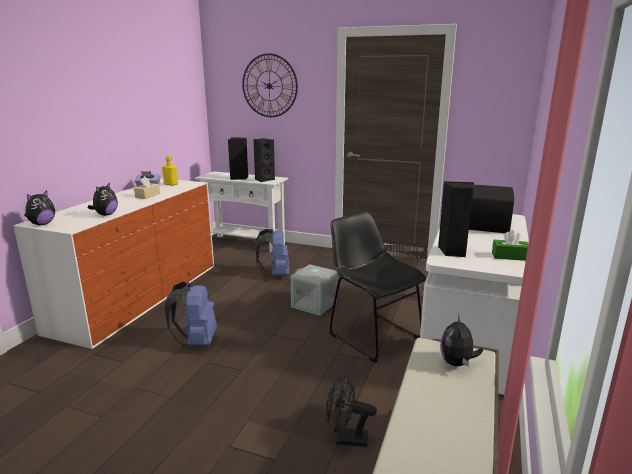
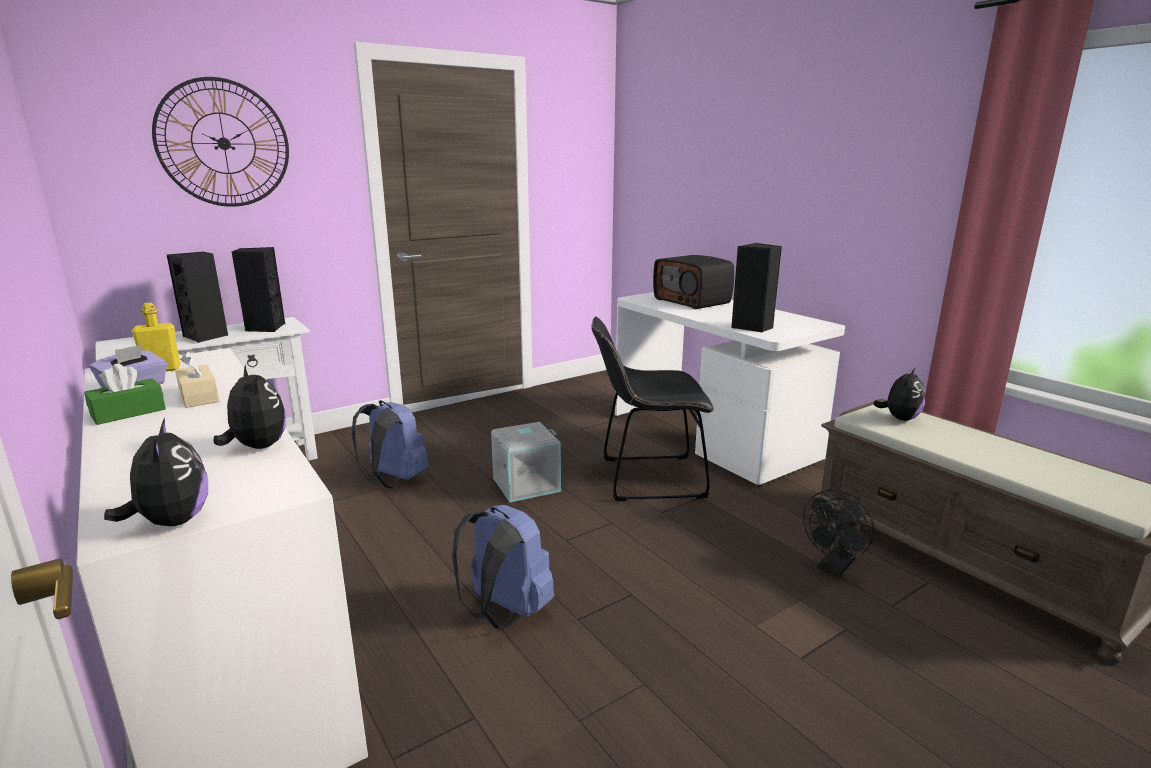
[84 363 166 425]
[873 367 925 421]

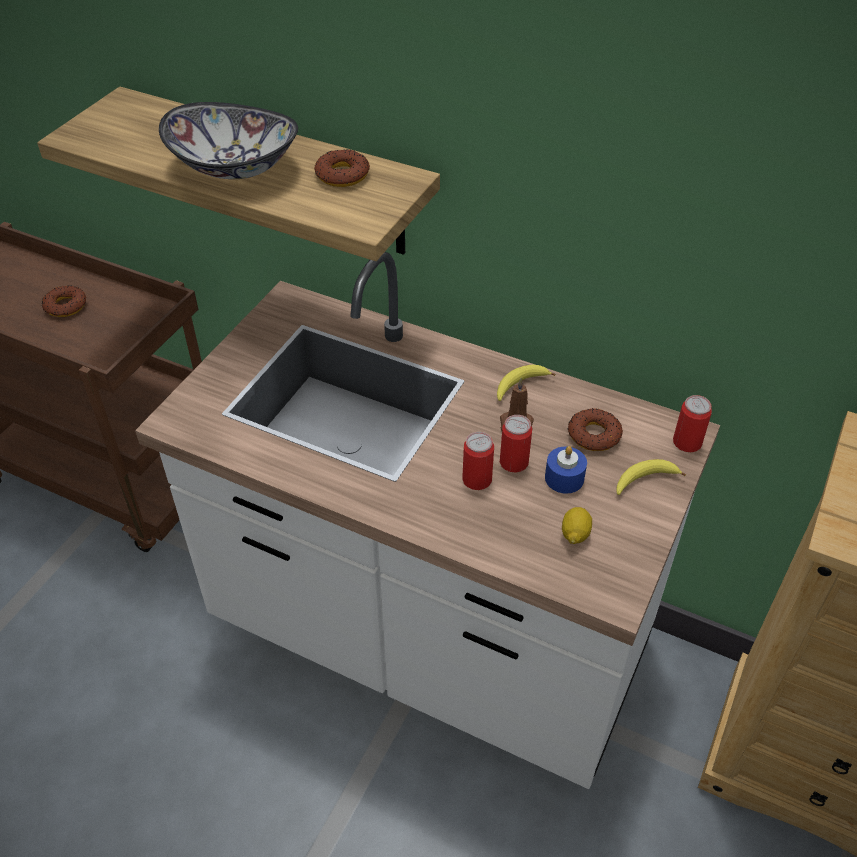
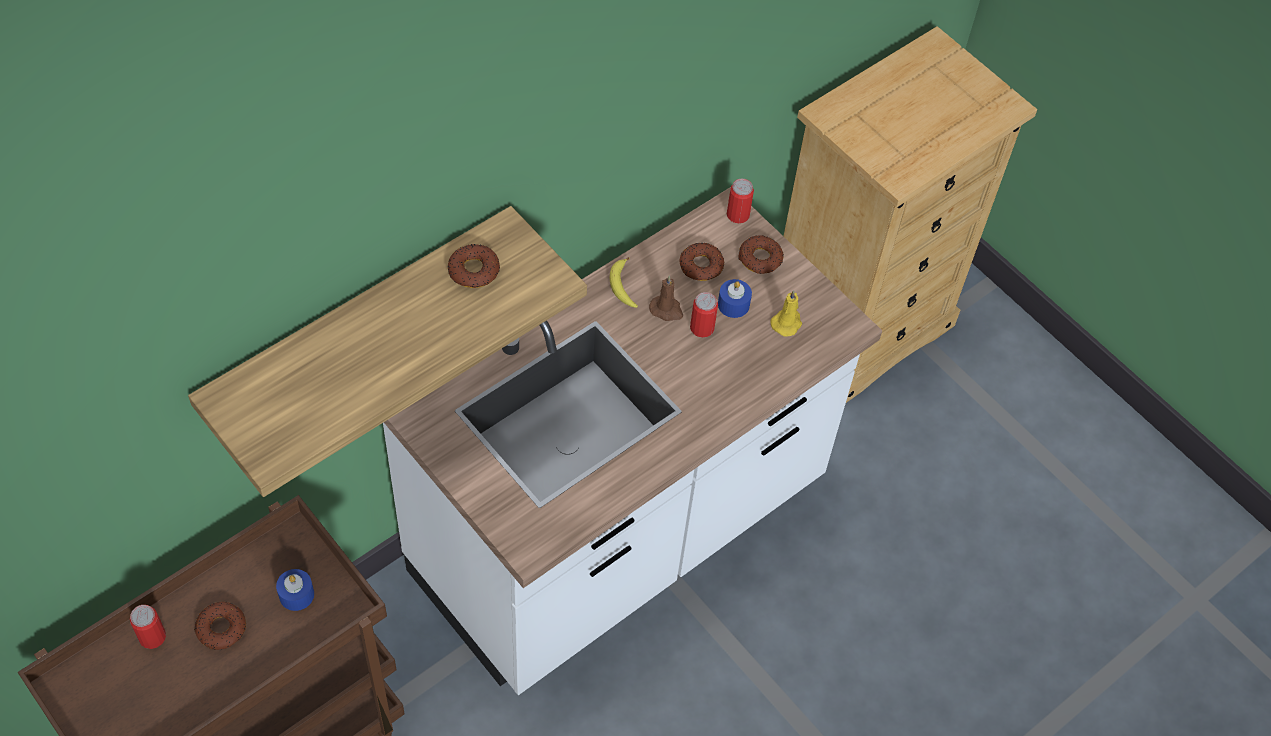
[130 605 166 649]
[276 569 314 611]
[738 235 784 274]
[770 290 802 337]
[159 102 298 179] (first image)

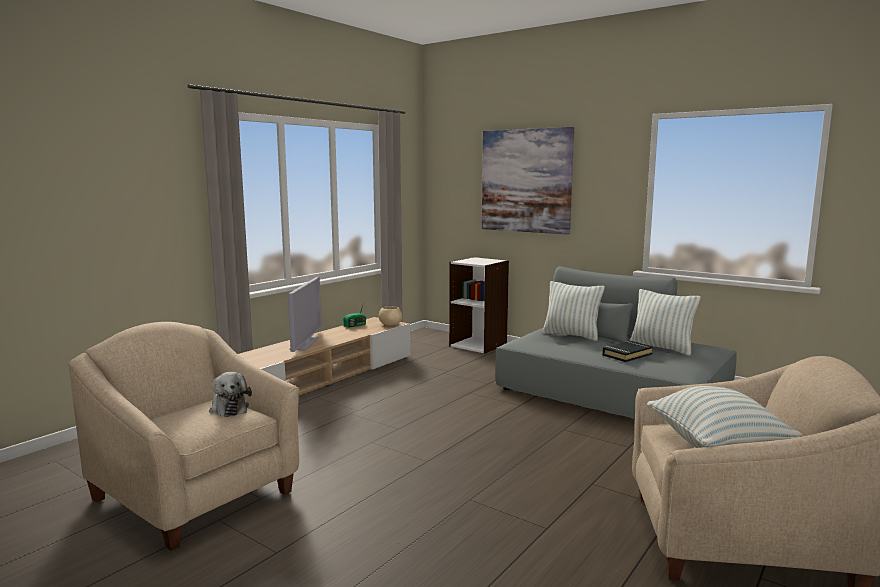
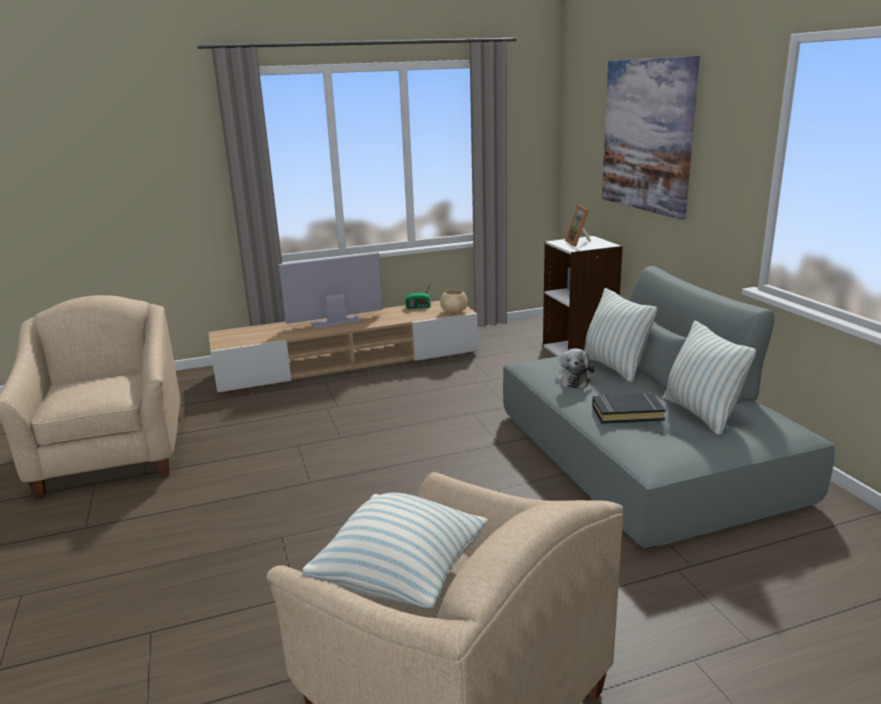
[279 252 383 329]
[555 348 594 388]
[565 205 591 247]

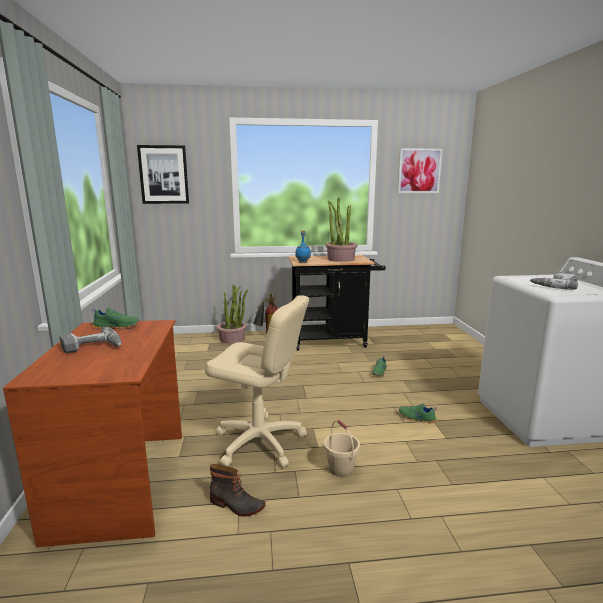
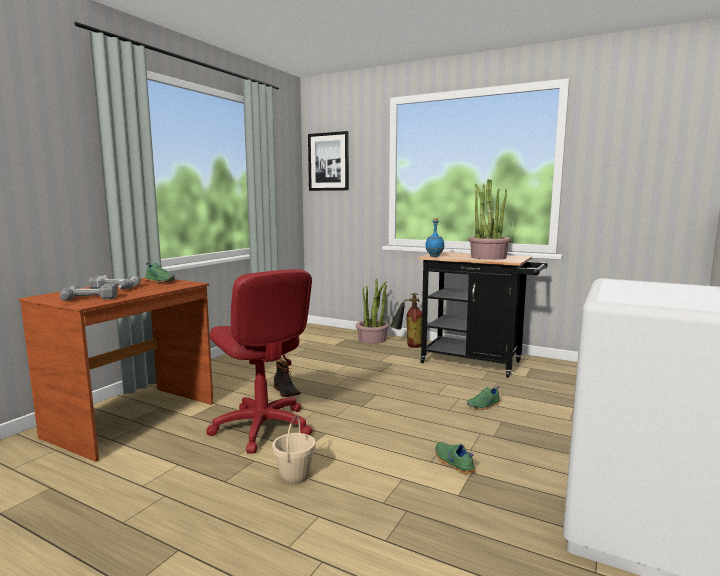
[60 283 117 301]
[206 269 313 454]
[274 359 301 397]
[398 148 442 193] (first image)

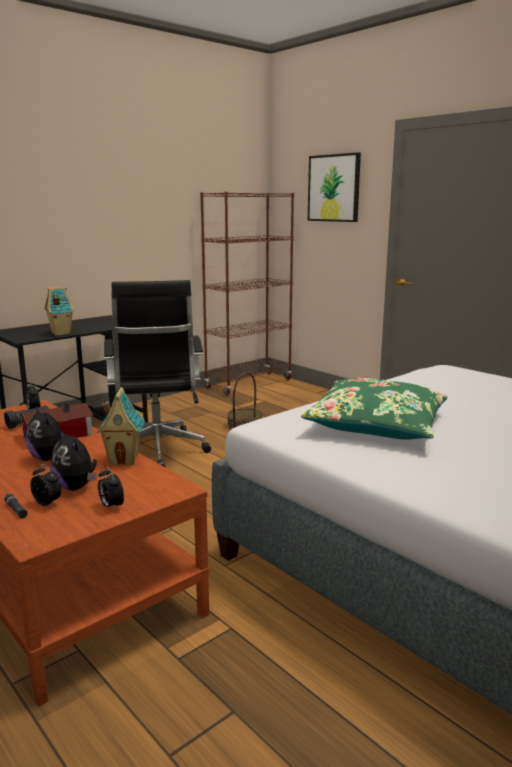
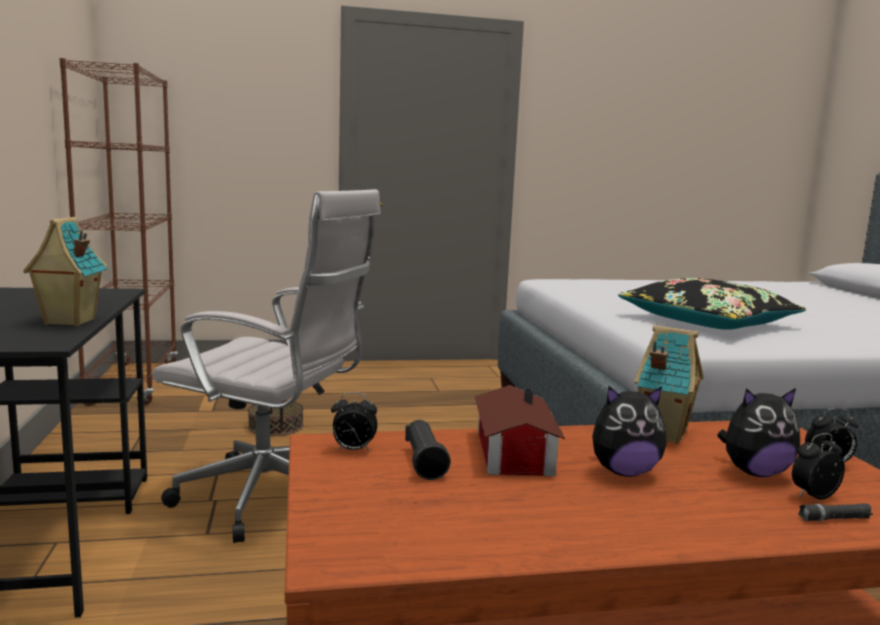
[152 189 381 543]
[618 278 806 330]
[308 152 361 222] (first image)

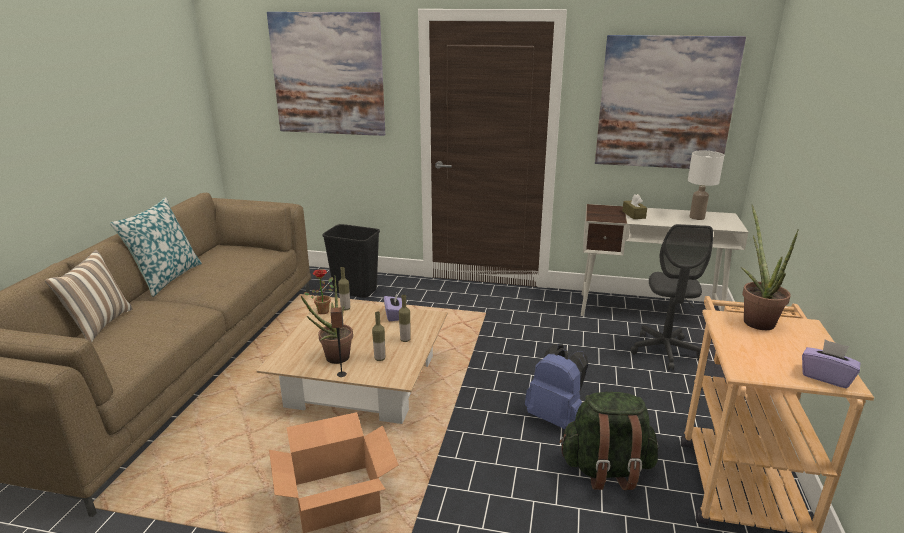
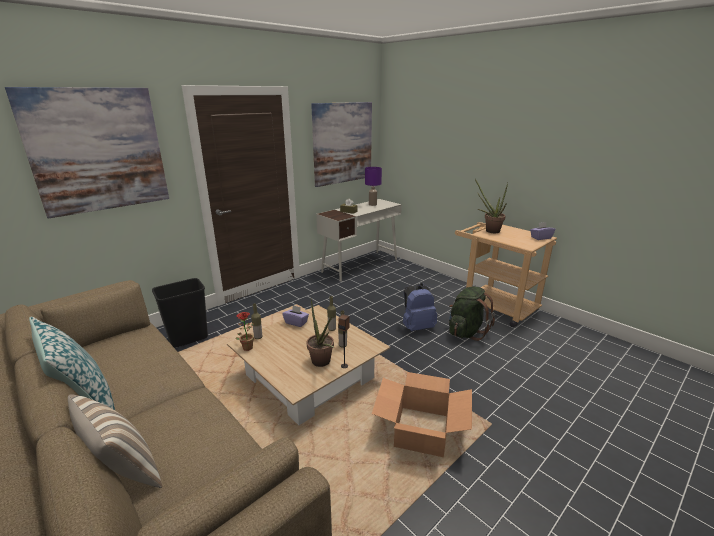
[365 167 382 206]
[630 224 713 370] (first image)

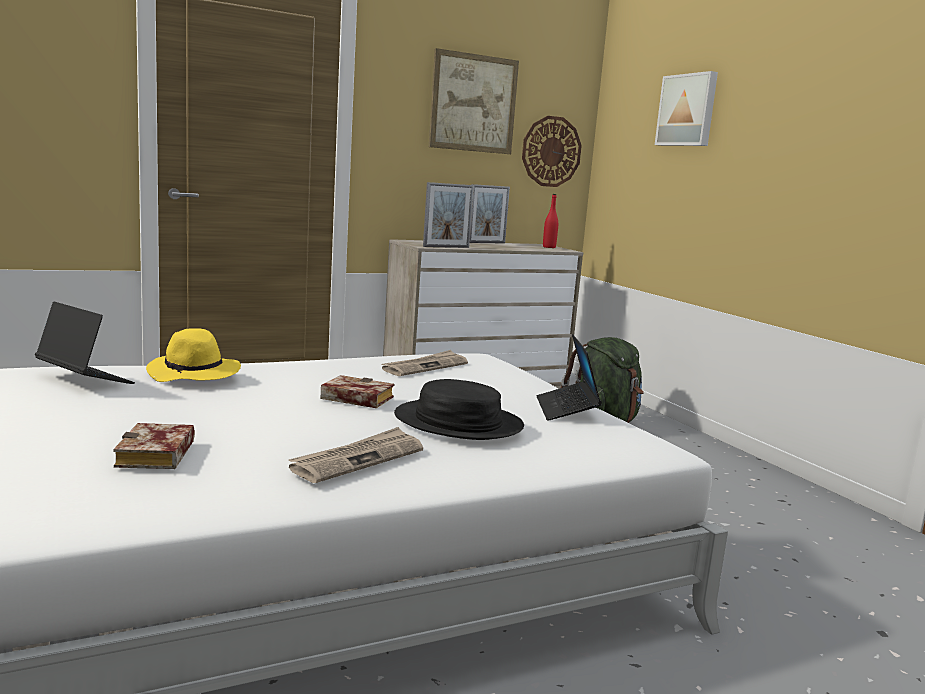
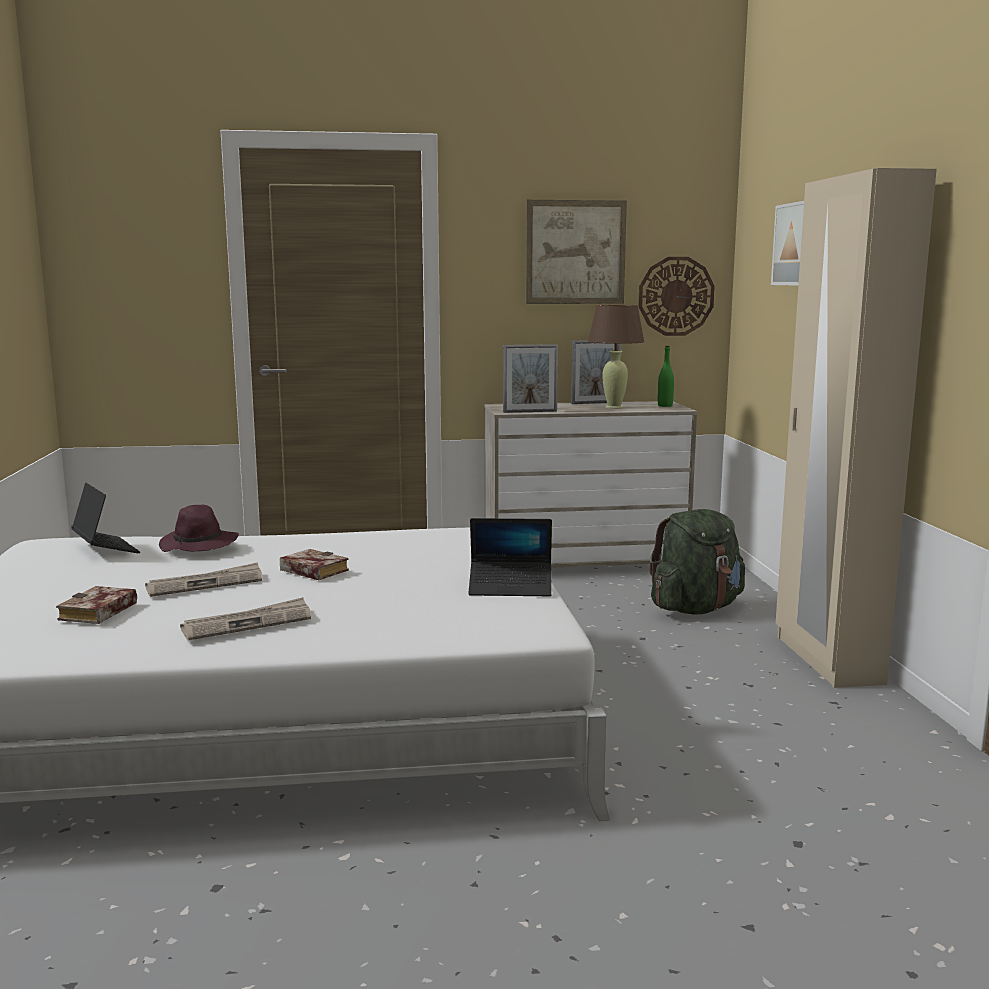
[145 562 262 597]
[159 505 239 552]
[468 518 552 596]
[588 305 644 409]
[658 346 674 407]
[776 168 937 688]
[394 379 524 440] (first image)

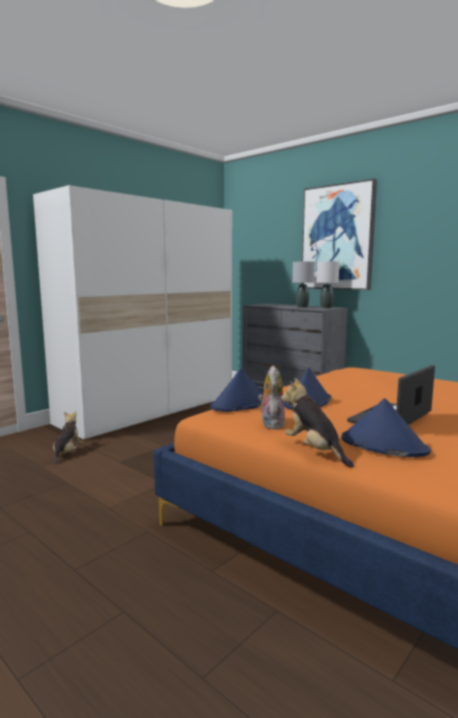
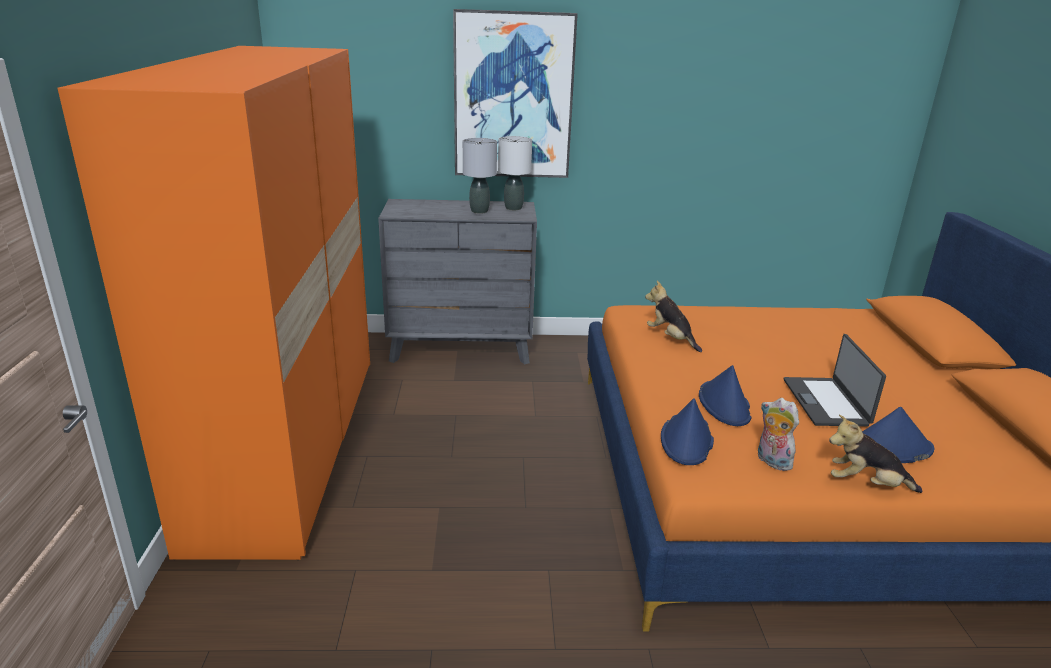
[58 46 370 560]
[645 281 702 352]

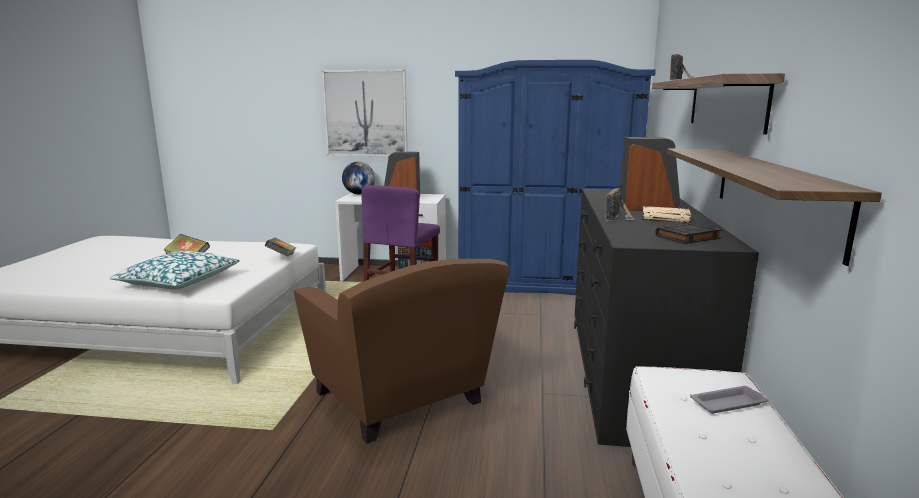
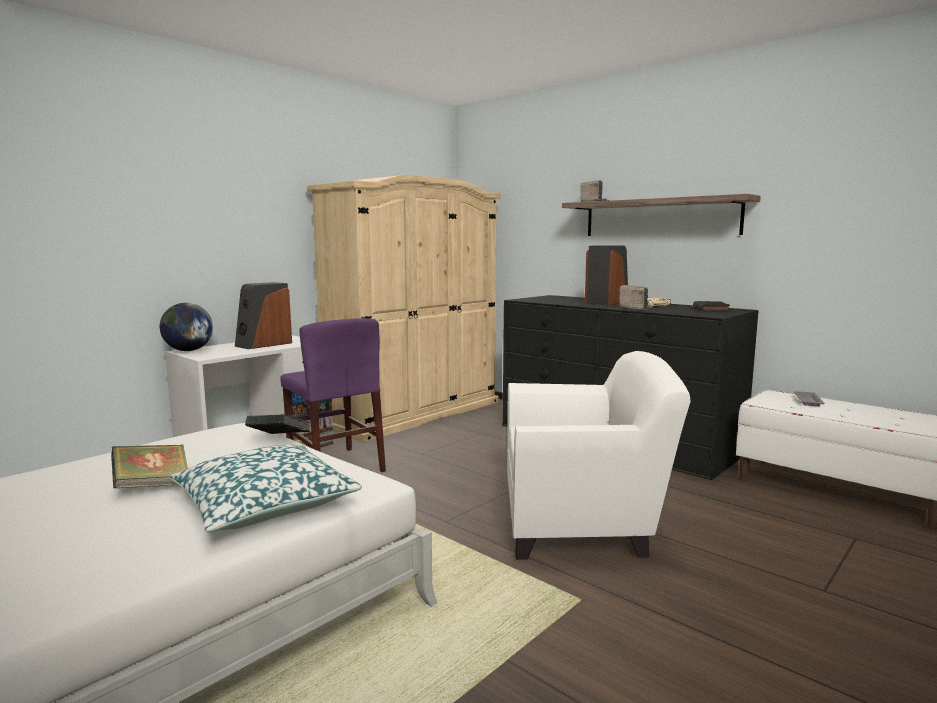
[307 175 501 443]
[507 351 691 560]
[322 70 408 156] (first image)
[667 148 882 266] (first image)

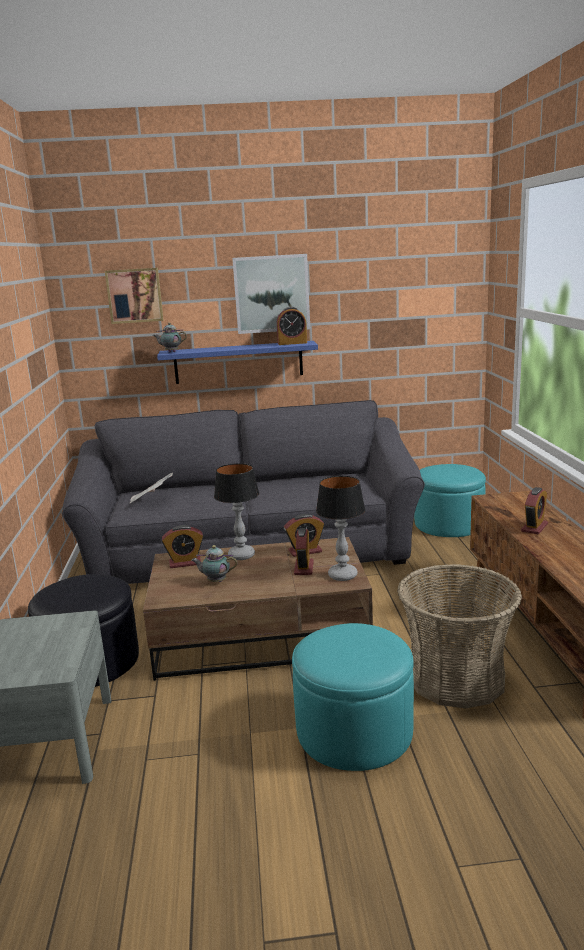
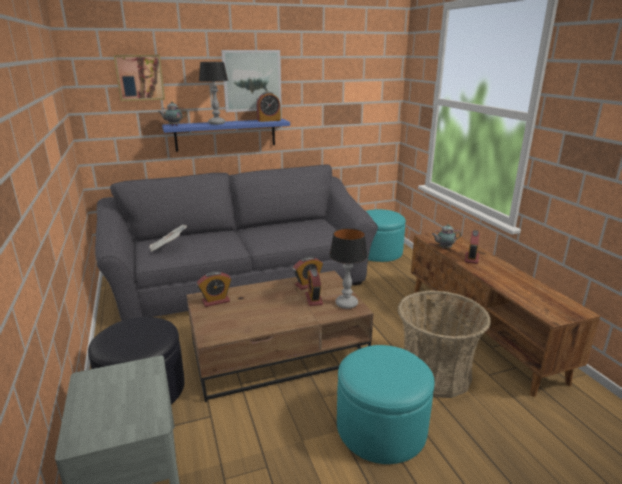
[199 62 228 125]
[431 224 461 249]

